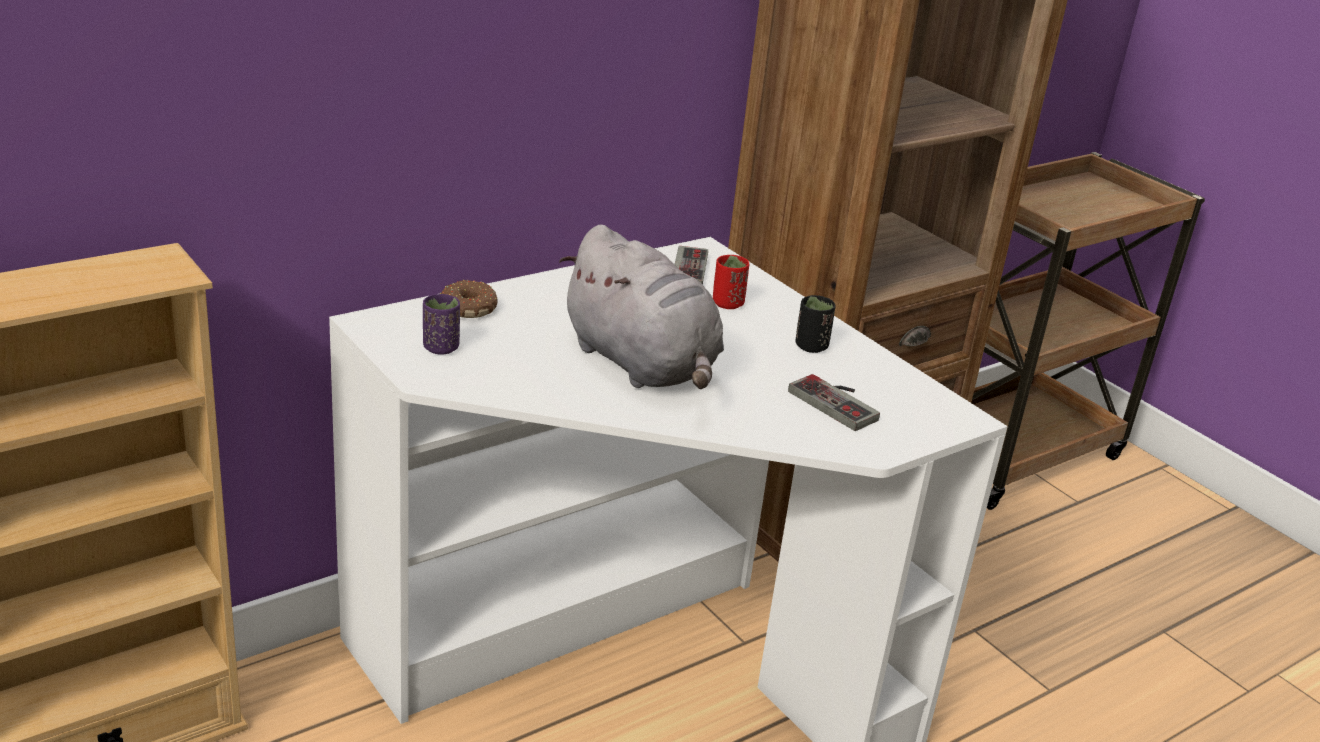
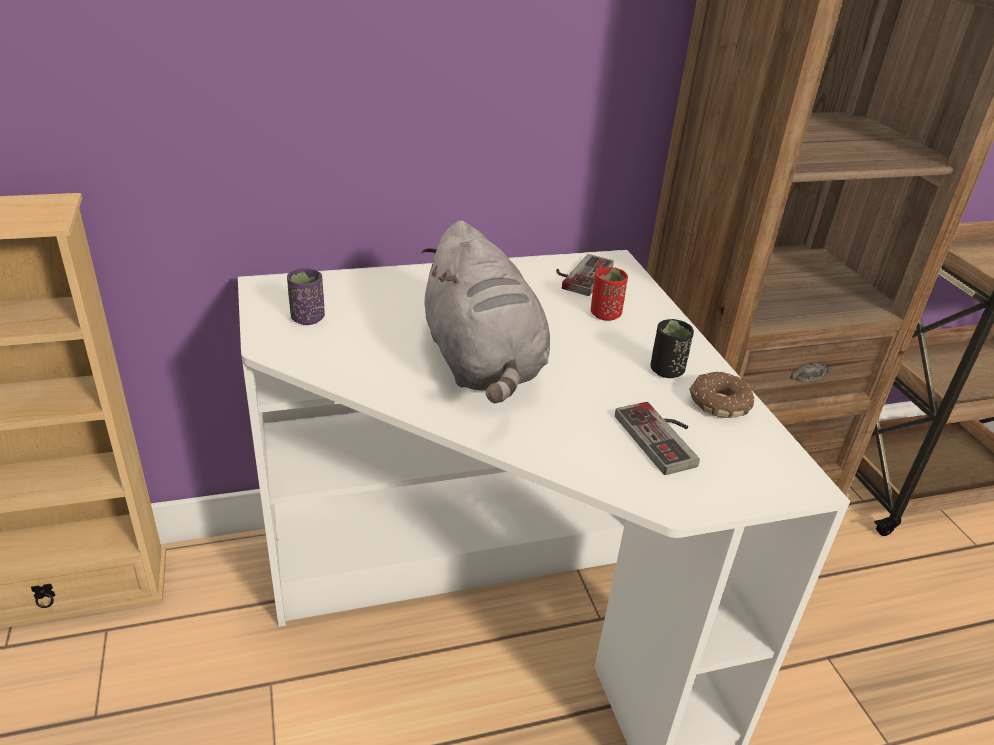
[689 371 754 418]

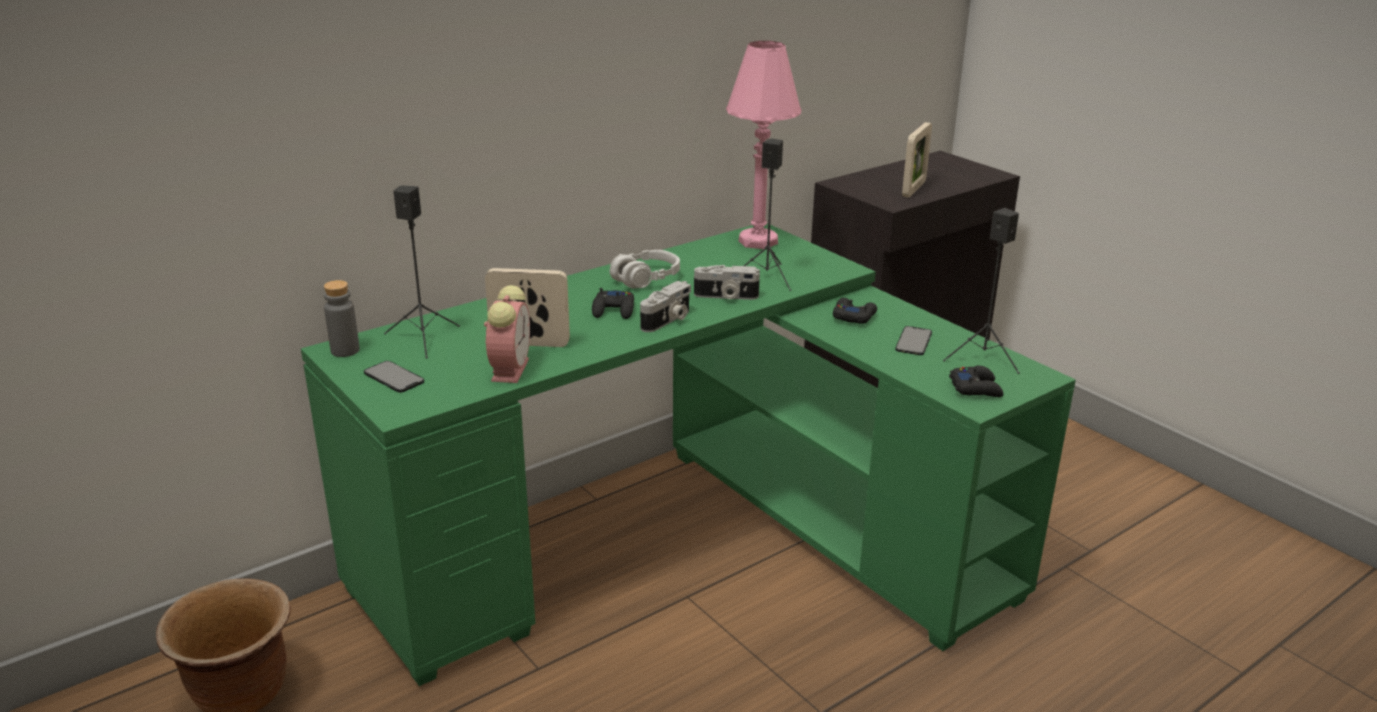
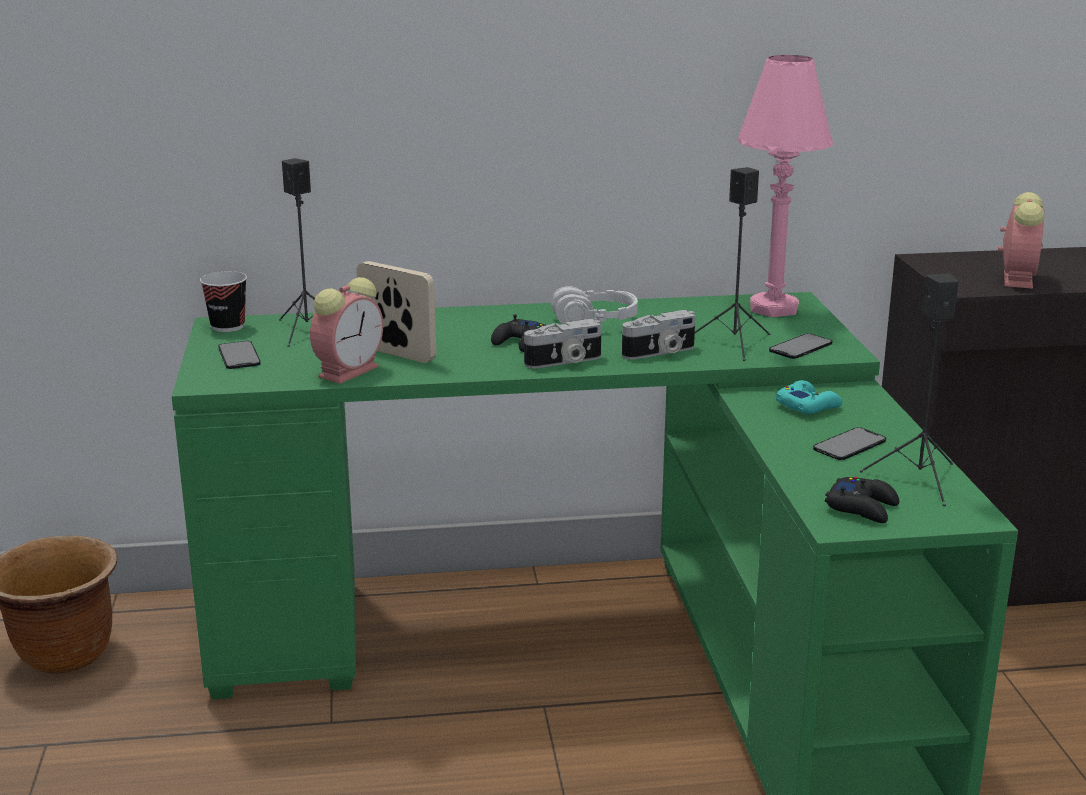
[200 271 247 332]
[622 310 696 359]
[769 333 832 359]
[776 380 842 414]
[998 192 1045 289]

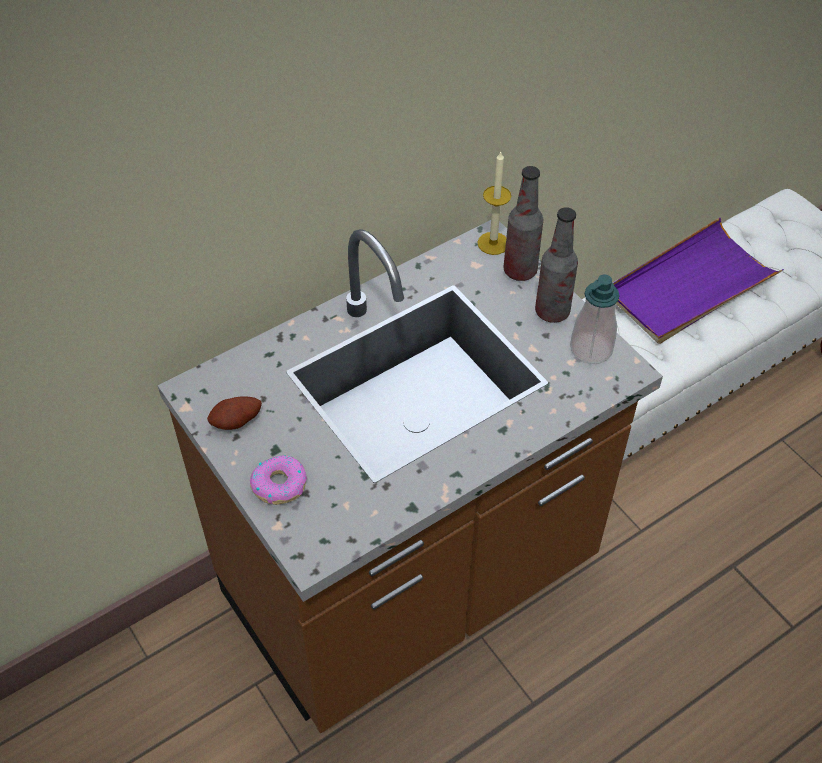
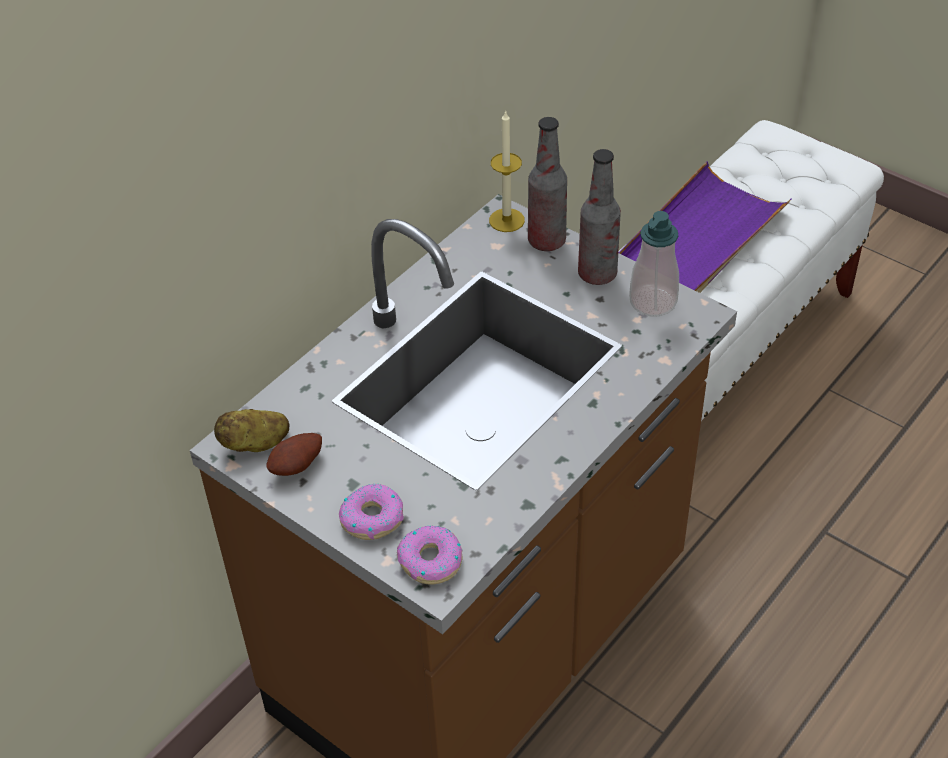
[214 409 290 452]
[397 526 463 584]

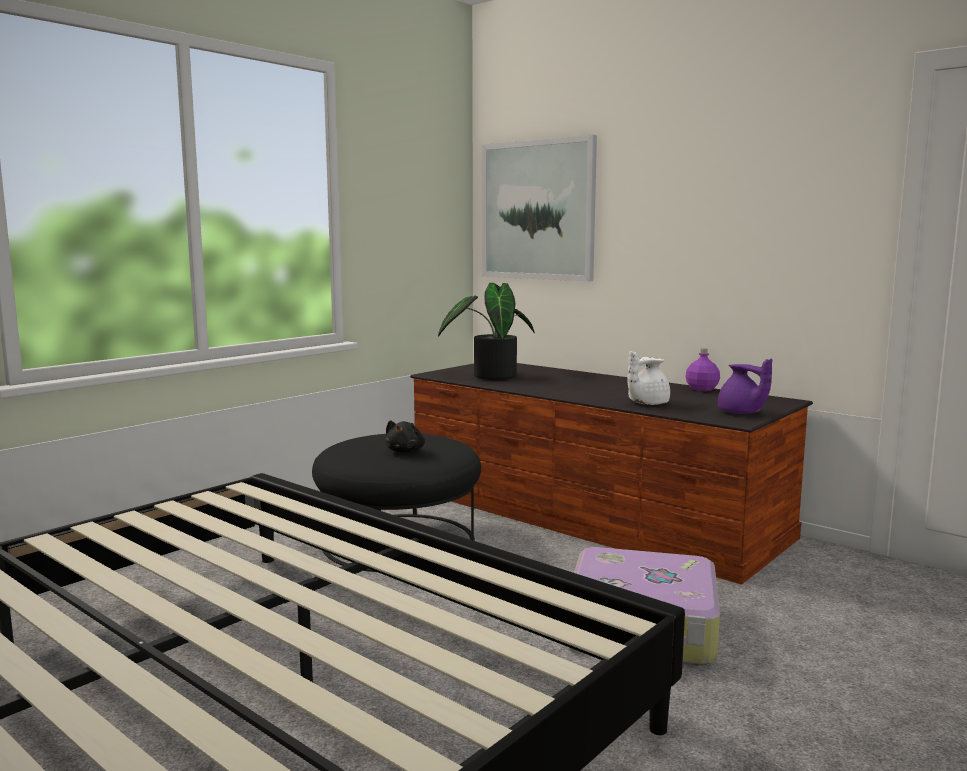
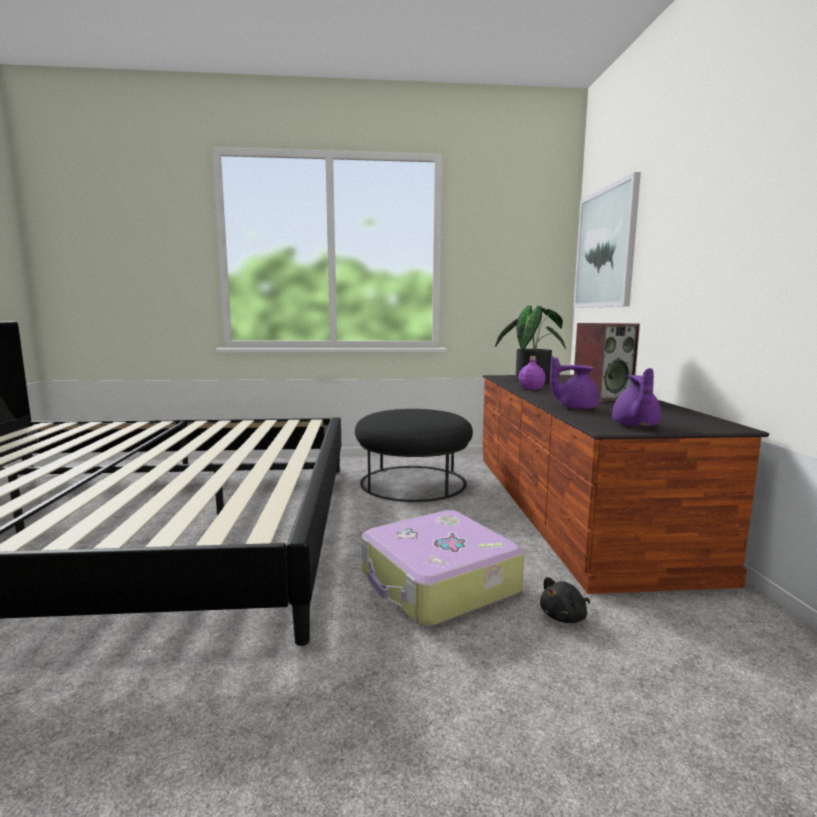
[519 356 546 390]
[540 577 590 623]
[550 356 599 409]
[574 323 640 402]

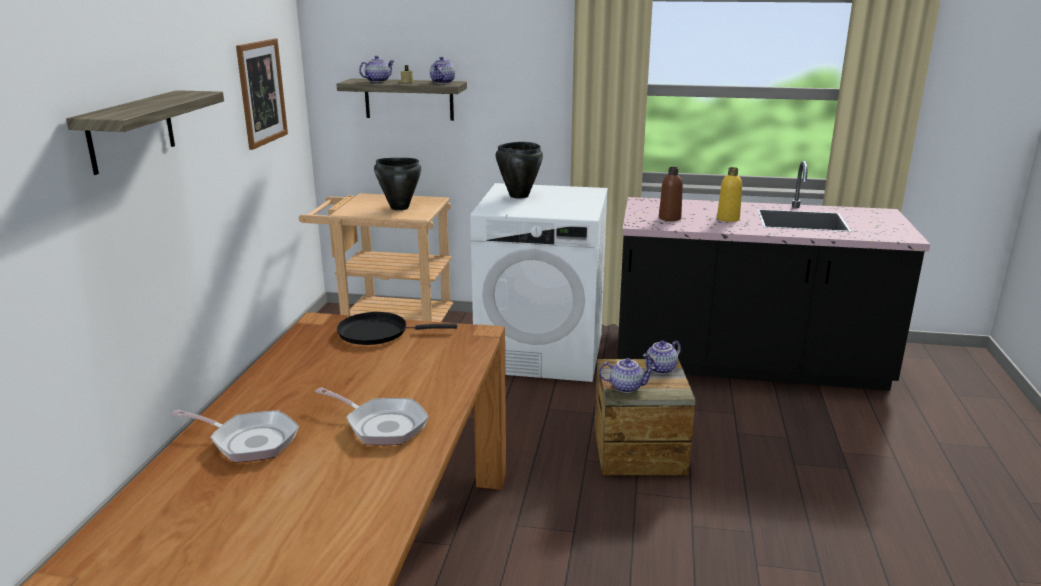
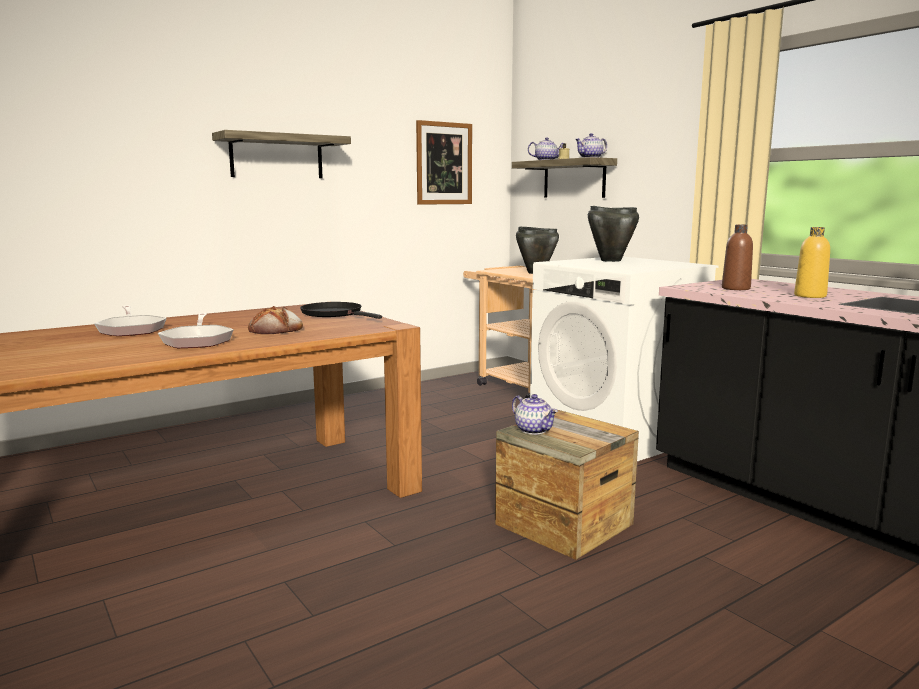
[248 306 303 334]
[643 341 681 374] (first image)

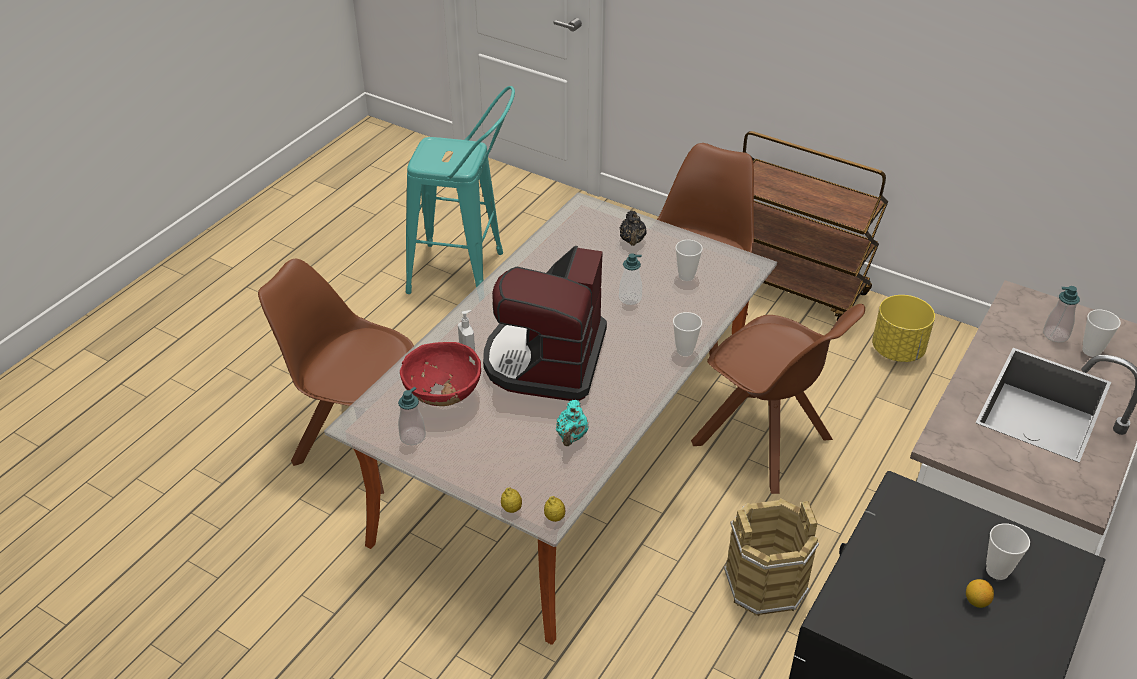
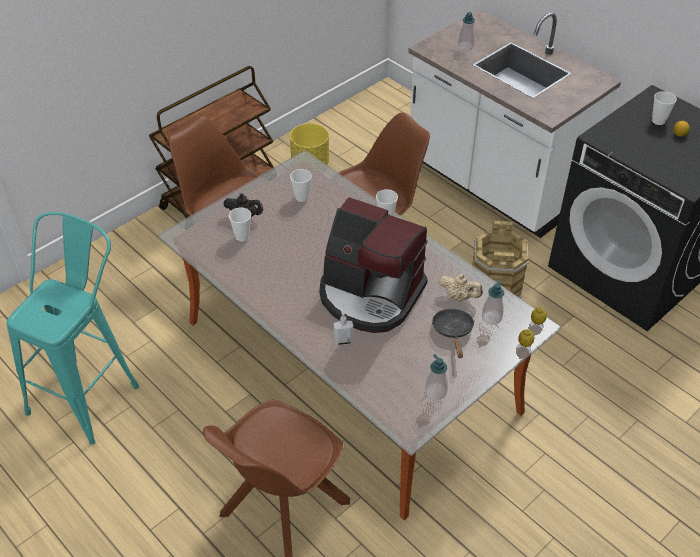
[229 208 251 242]
[432 309 474 358]
[439 274 483 302]
[482 279 504 325]
[400 342 481 406] (first image)

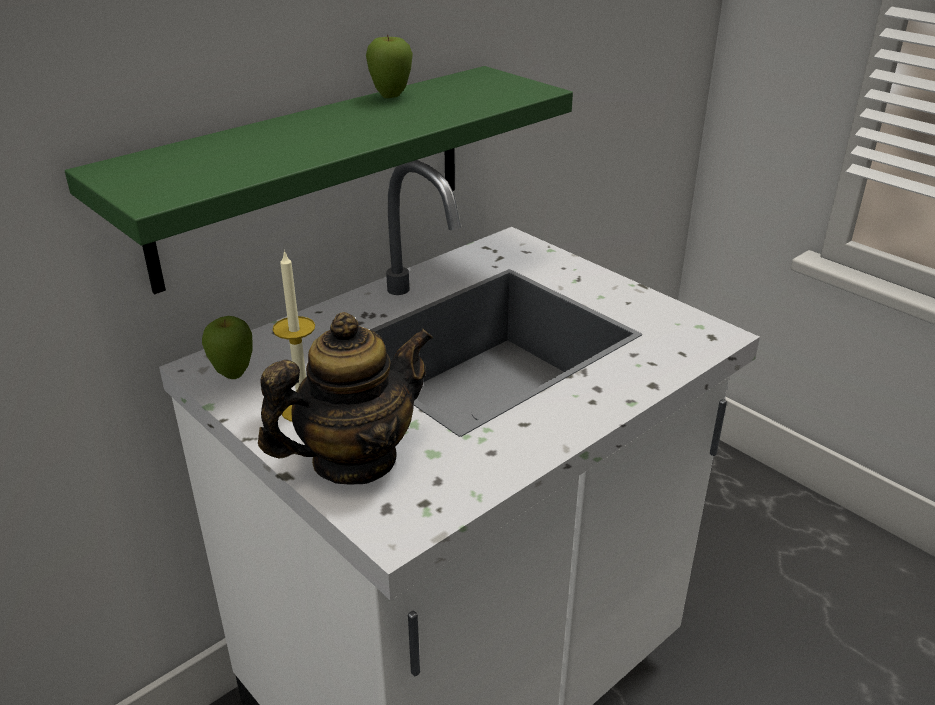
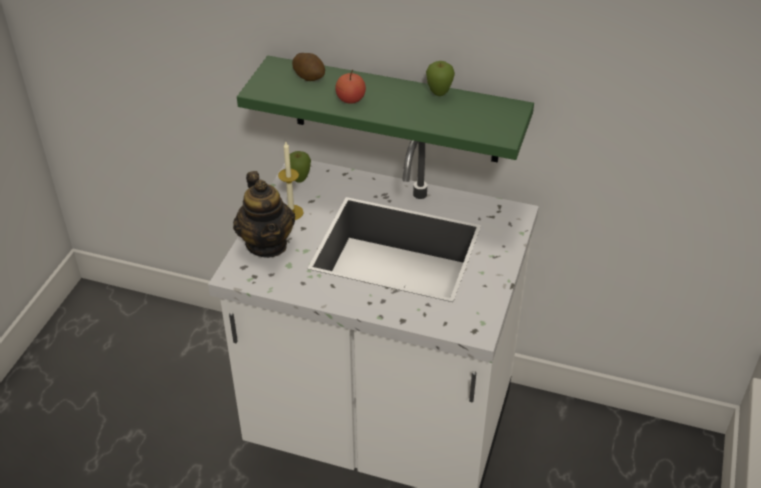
[233 171 295 258]
[292 53 325 81]
[335 70 366 104]

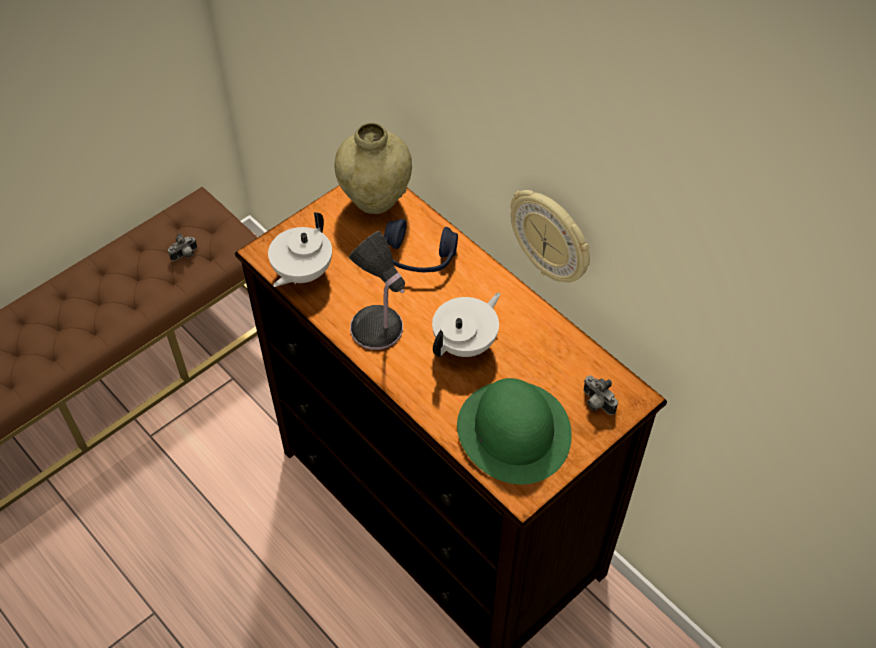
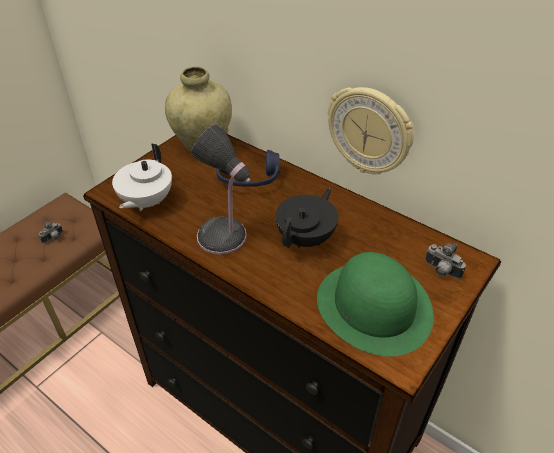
[275 188 339 248]

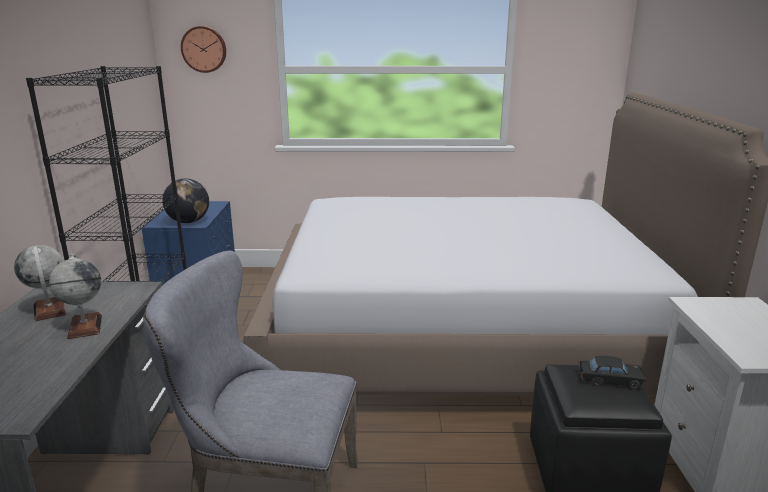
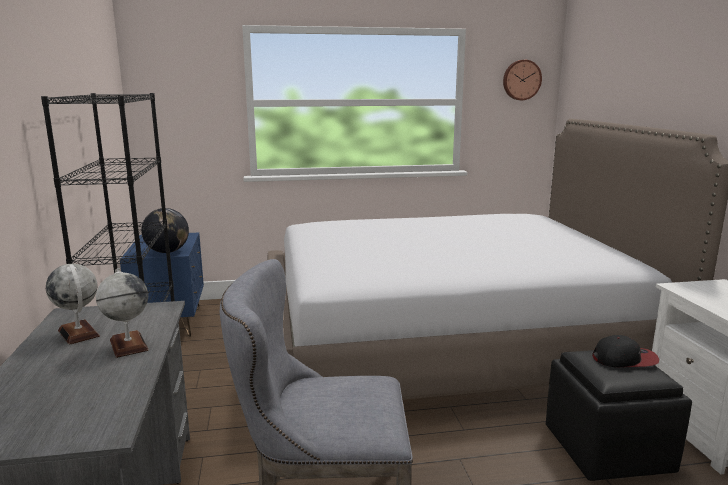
[503 60 542 100]
[592 335 659 367]

